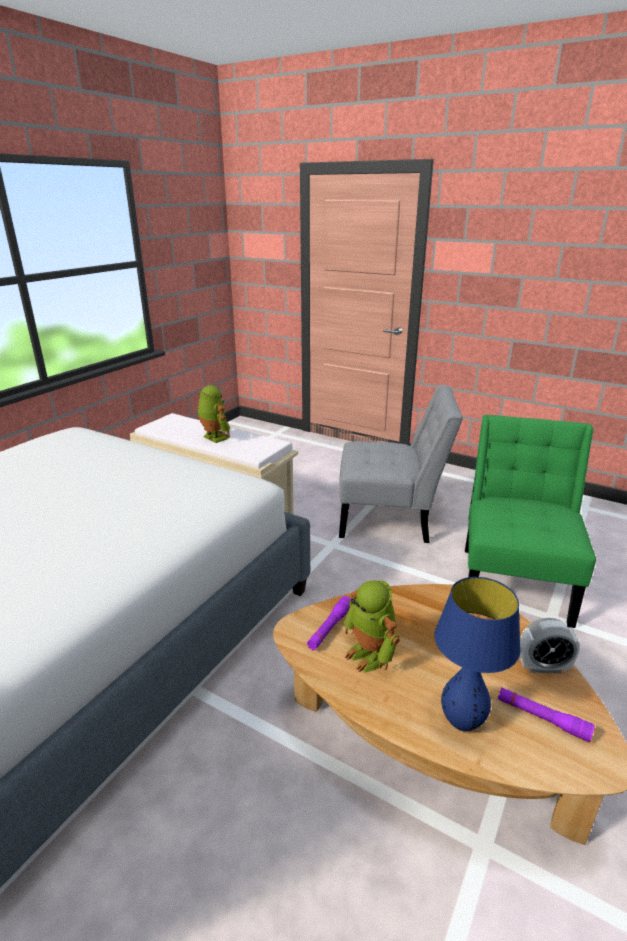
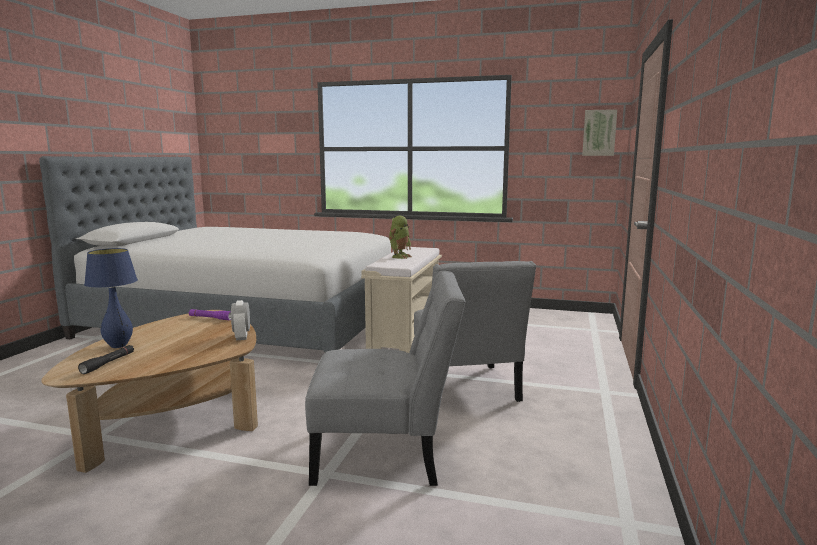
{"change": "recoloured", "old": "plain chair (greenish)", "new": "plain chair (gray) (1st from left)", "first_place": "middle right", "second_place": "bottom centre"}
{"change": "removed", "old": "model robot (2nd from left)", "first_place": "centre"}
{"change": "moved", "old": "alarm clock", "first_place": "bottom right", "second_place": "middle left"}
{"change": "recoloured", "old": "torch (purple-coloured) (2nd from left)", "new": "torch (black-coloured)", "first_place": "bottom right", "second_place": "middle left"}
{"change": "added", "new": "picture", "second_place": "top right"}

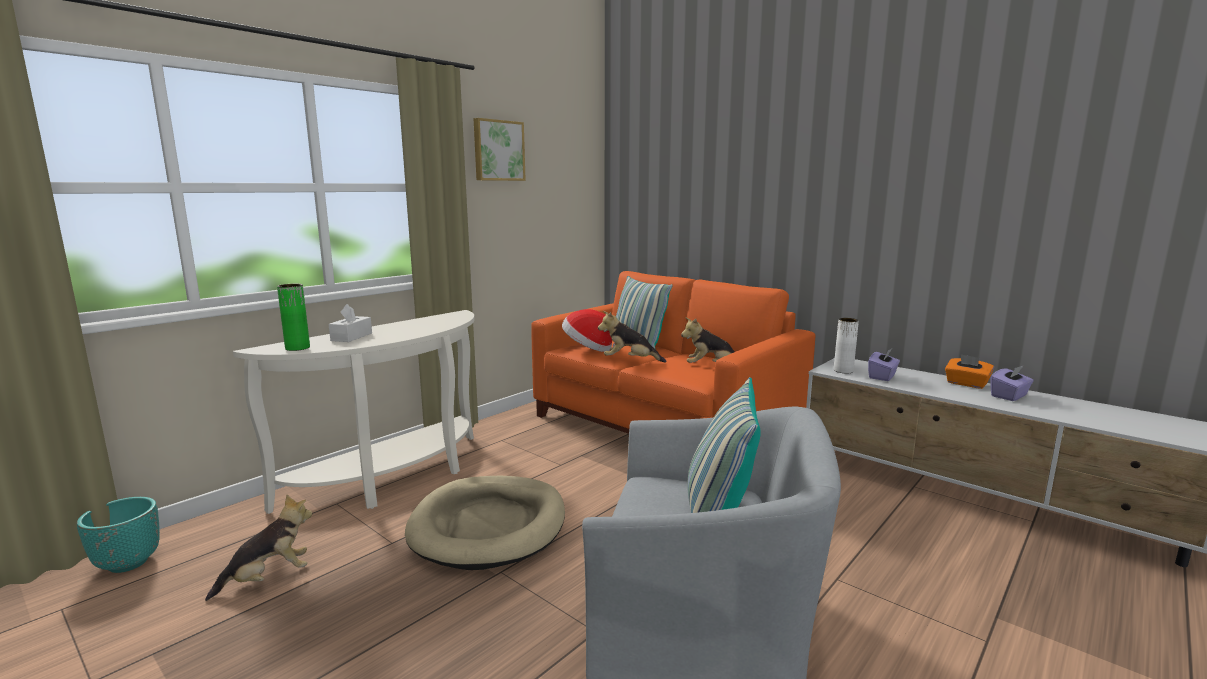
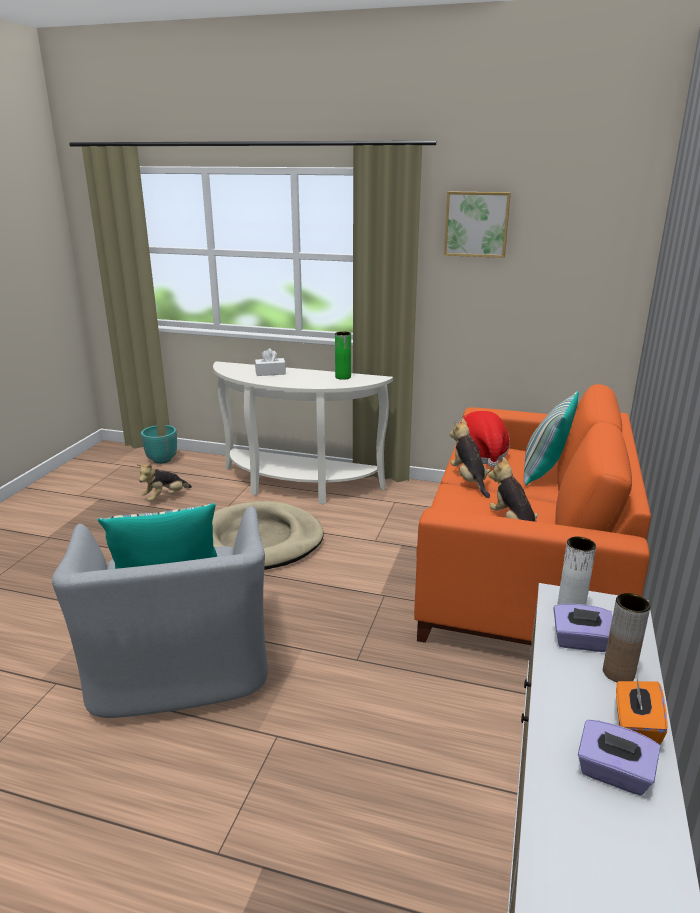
{"change": "moved", "old": "vase (greenish)", "first_place": "middle left", "second_place": "centre"}
{"change": "turned", "old": "soft toy (1st from left)", "first_place": "bottom left", "second_place": "middle left", "degrees": 105}
{"change": "added", "new": "vase (brownish)", "second_place": "bottom right"}

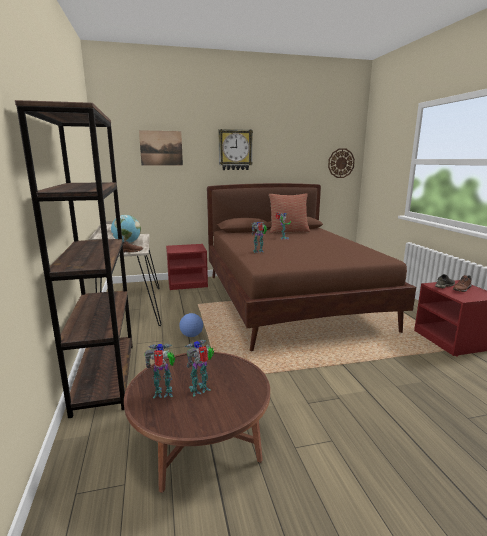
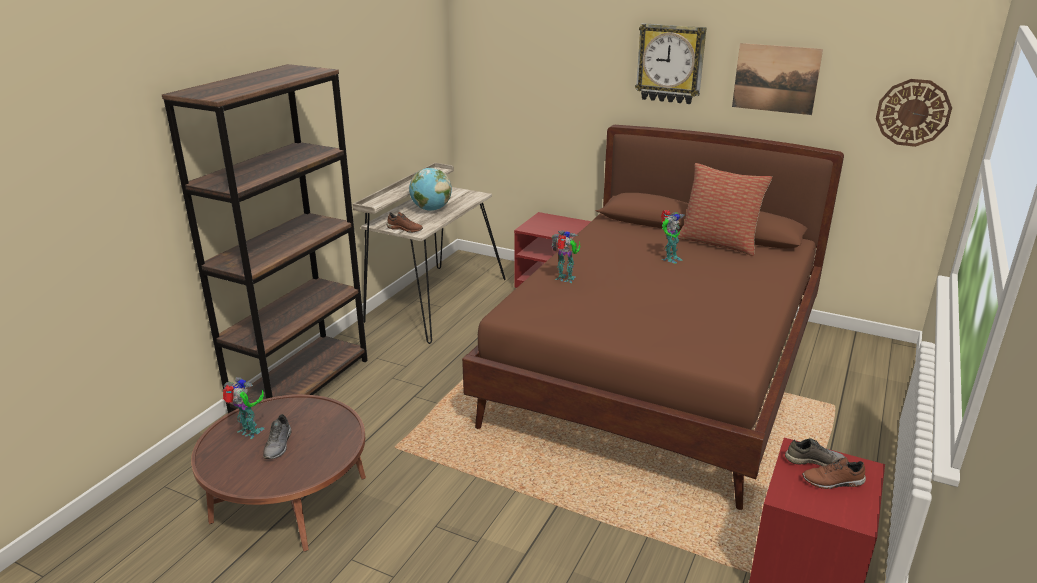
{"change": "moved", "old": "picture", "first_place": "top left", "second_place": "top right"}
{"change": "removed", "old": "ball for football", "first_place": "centre"}
{"change": "replaced", "old": "model robot (2nd from left)", "new": "item of footwear (gray) (1st from left)", "first_place": "bottom centre", "second_place": "bottom left"}

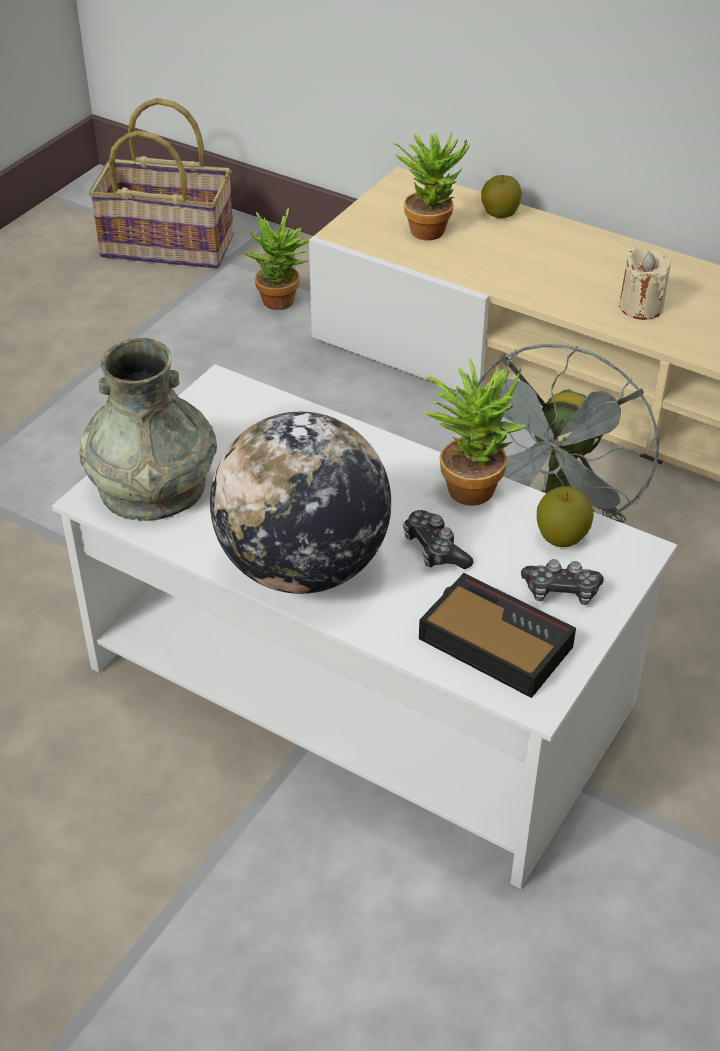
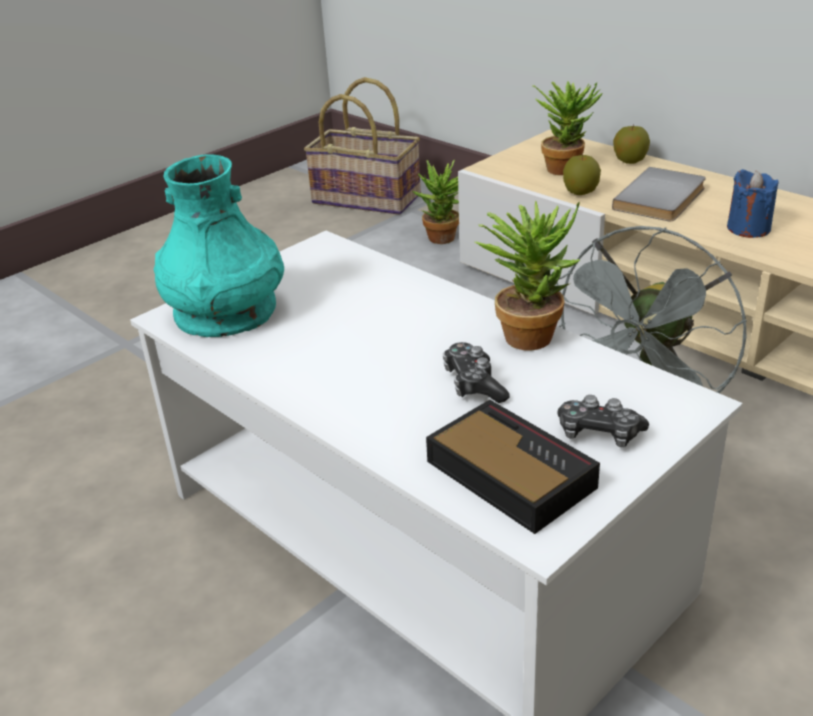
{"change": "recoloured", "old": "candle (beige)", "new": "candle (blue-coloured)", "first_place": "top right", "second_place": "top right"}
{"change": "recoloured", "old": "vase (gray)", "new": "vase (turquoise)", "first_place": "middle left", "second_place": "middle left"}
{"change": "removed", "old": "world globe", "first_place": "centre"}
{"change": "moved", "old": "apple (2nd from left in the first image)", "new": "apple (1st from left)", "first_place": "middle right", "second_place": "top right"}
{"change": "added", "new": "book (gray)", "second_place": "top right"}

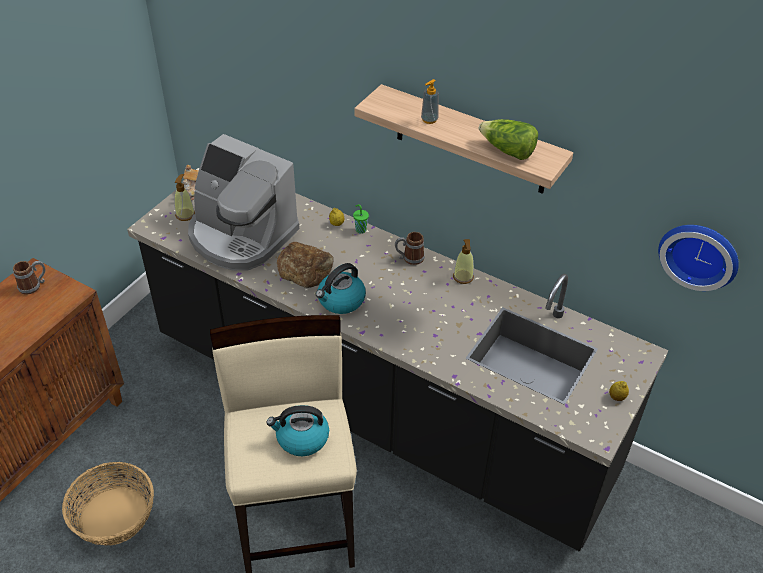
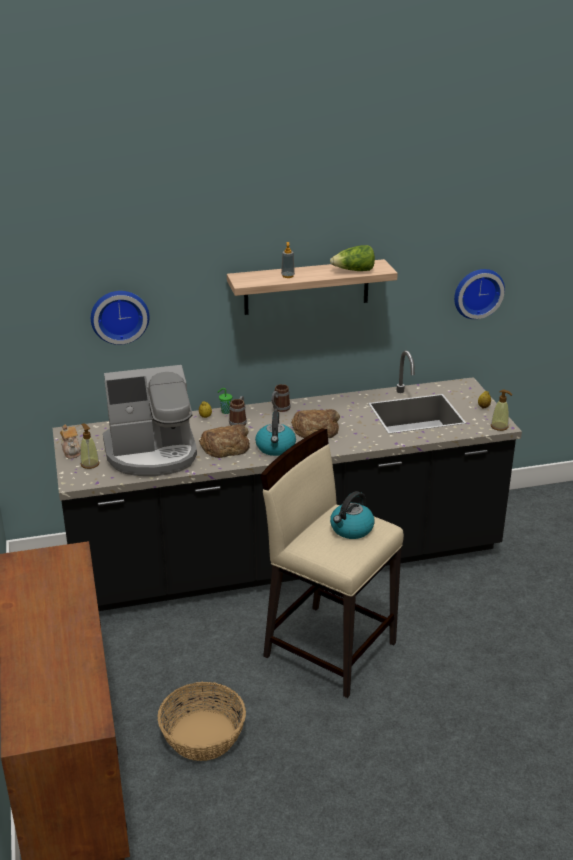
{"change": "moved", "old": "soap bottle (3rd from left)", "first_place": "centre", "second_place": "middle right"}
{"change": "moved", "old": "coffee mug (1st from left)", "first_place": "middle left", "second_place": "centre"}
{"change": "added", "new": "hanging clock (1st from left)", "second_place": "middle left"}
{"change": "added", "new": "baked bread (2nd from left)", "second_place": "centre"}

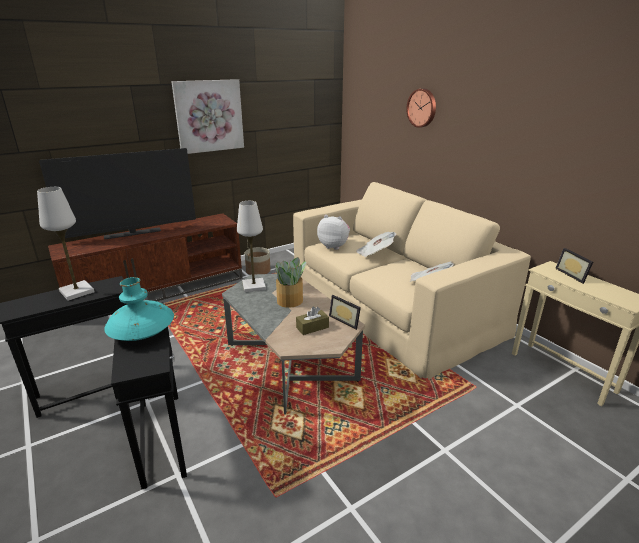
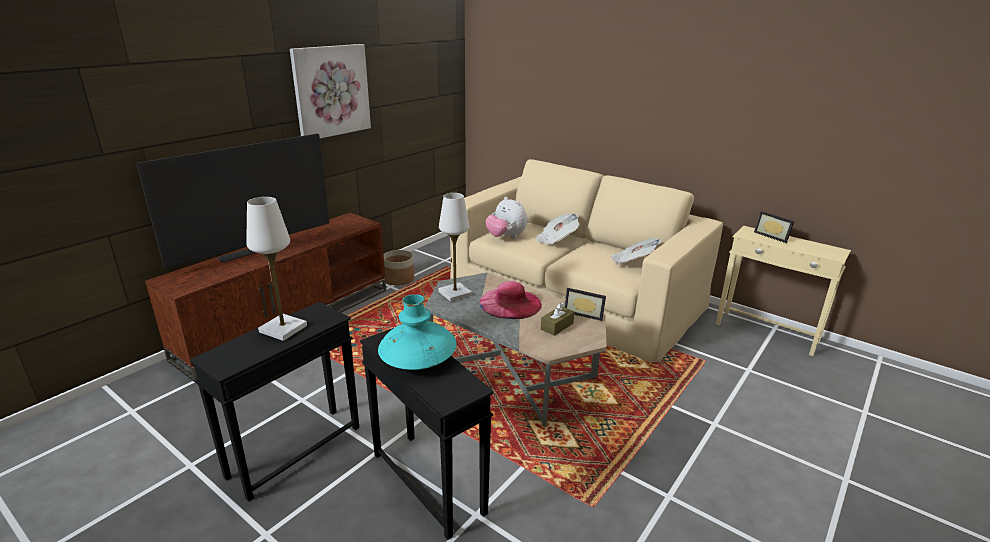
{"change": "removed", "old": "hanging clock", "first_place": "top centre"}
{"change": "turned", "old": "soft toy", "first_place": "centre", "second_place": "centre", "degrees": -135}
{"change": "replaced", "old": "potted plant", "new": "clothing hat (pink)", "first_place": "centre", "second_place": "centre"}

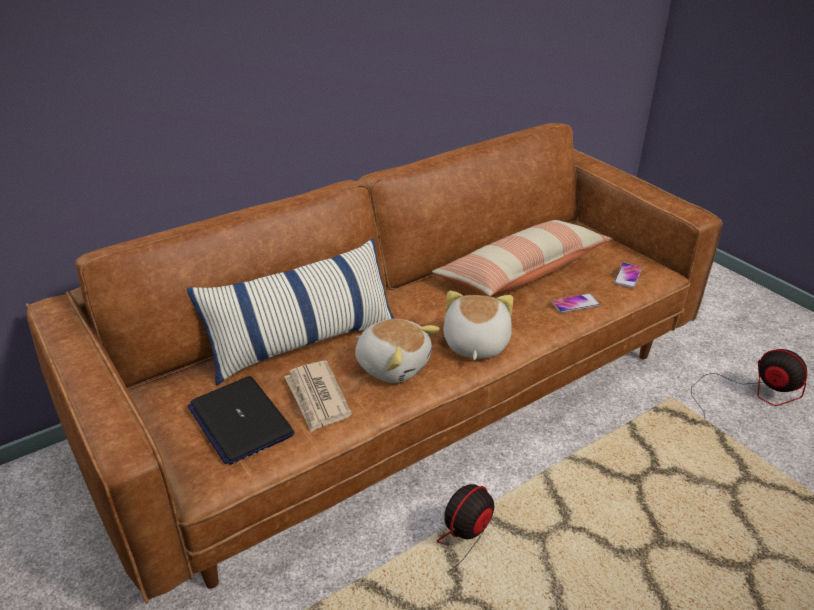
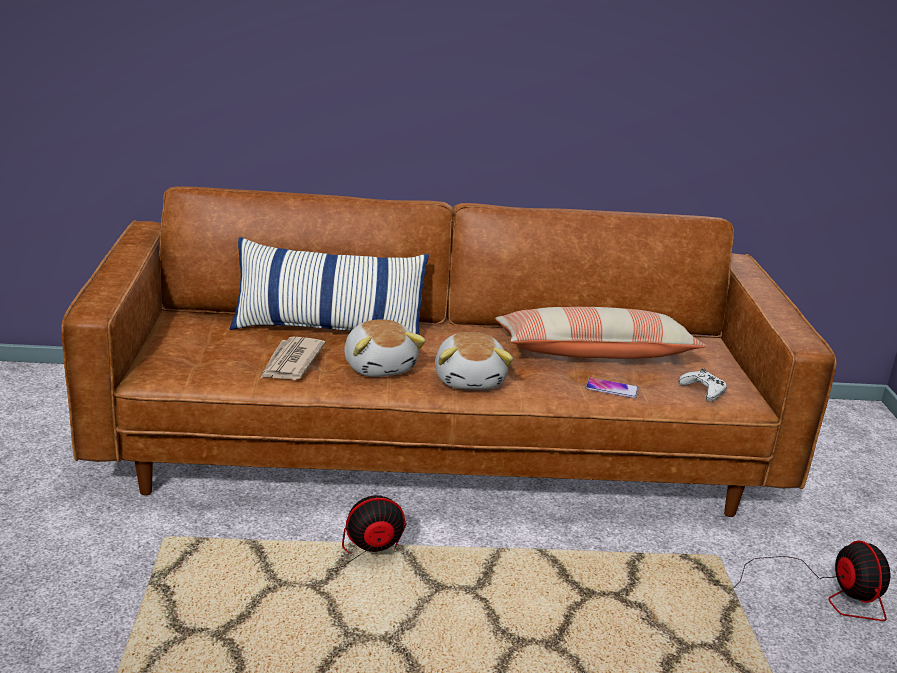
{"change": "replaced", "old": "phone (2nd from left)", "new": "game controller (whitish)", "first_place": "middle right", "second_place": "middle right"}
{"change": "turned", "old": "soft toy (2nd from left)", "first_place": "centre", "second_place": "centre", "degrees": 135}
{"change": "removed", "old": "laptop", "first_place": "bottom left"}

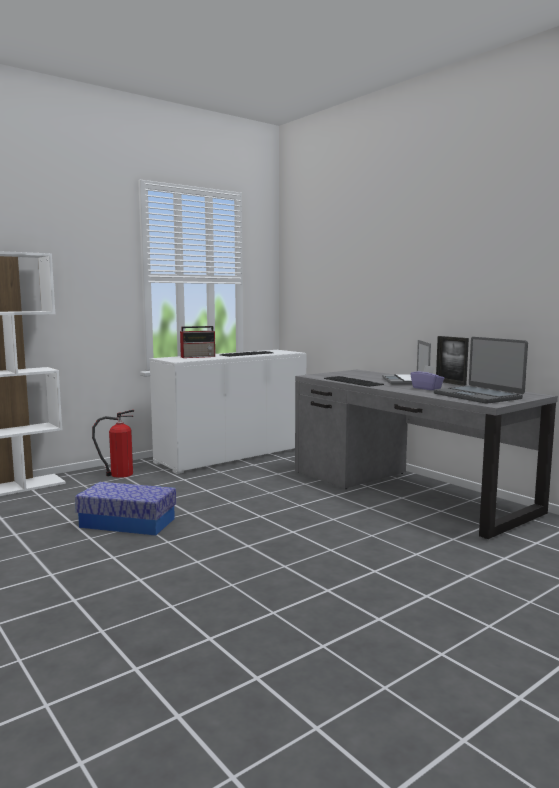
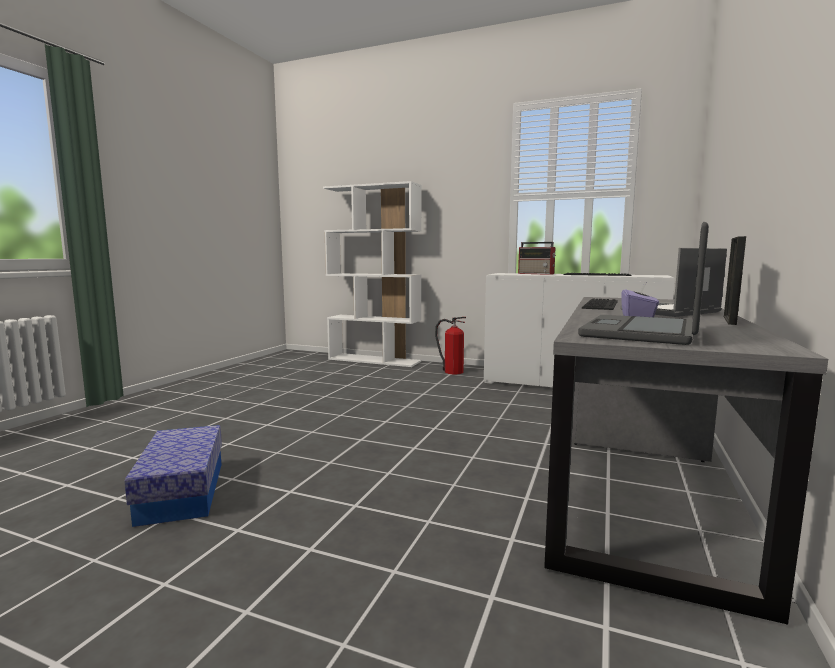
{"change": "moved", "old": "storage bin", "first_place": "middle left", "second_place": "bottom left"}

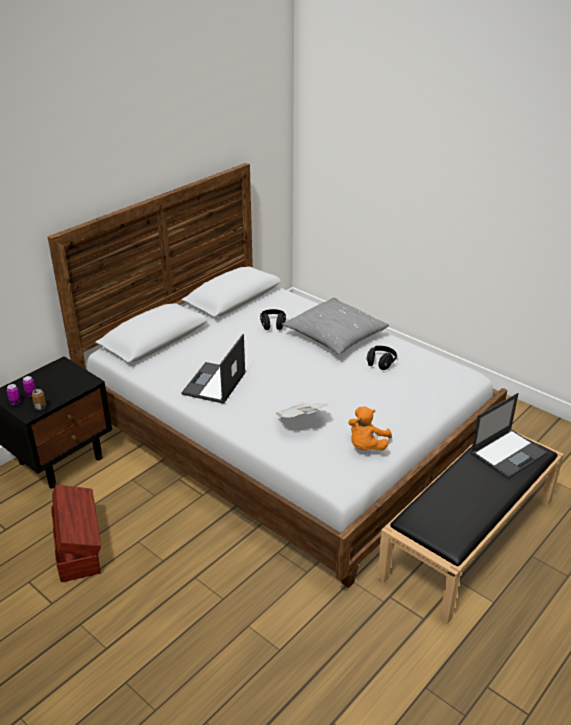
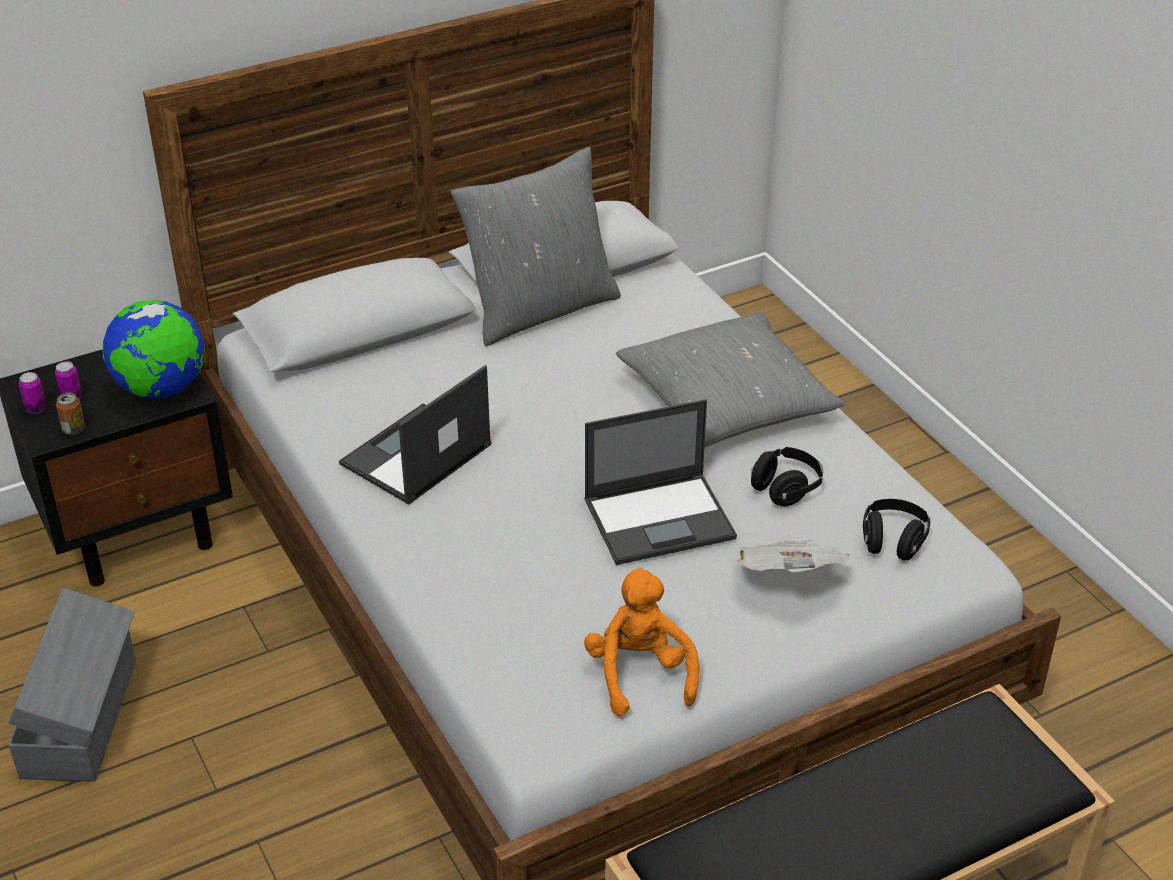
{"change": "moved", "old": "headphones (black-coloured) (1st from left in the first image)", "new": "headphones (black-coloured) (2nd from left)", "first_place": "centre", "second_place": "middle right"}
{"change": "moved", "old": "laptop (2nd from left)", "first_place": "middle right", "second_place": "centre"}
{"change": "moved", "old": "printed paper", "first_place": "centre", "second_place": "middle right"}
{"change": "turned", "old": "soft toy (orangey)", "first_place": "centre", "second_place": "bottom centre", "degrees": 120}
{"change": "recoloured", "old": "storage bin (brownish)", "new": "storage bin (gray)", "first_place": "bottom left", "second_place": "bottom left"}
{"change": "added", "new": "cushion (gray) (1st from left)", "second_place": "top centre"}
{"change": "added", "new": "world globe", "second_place": "middle left"}

